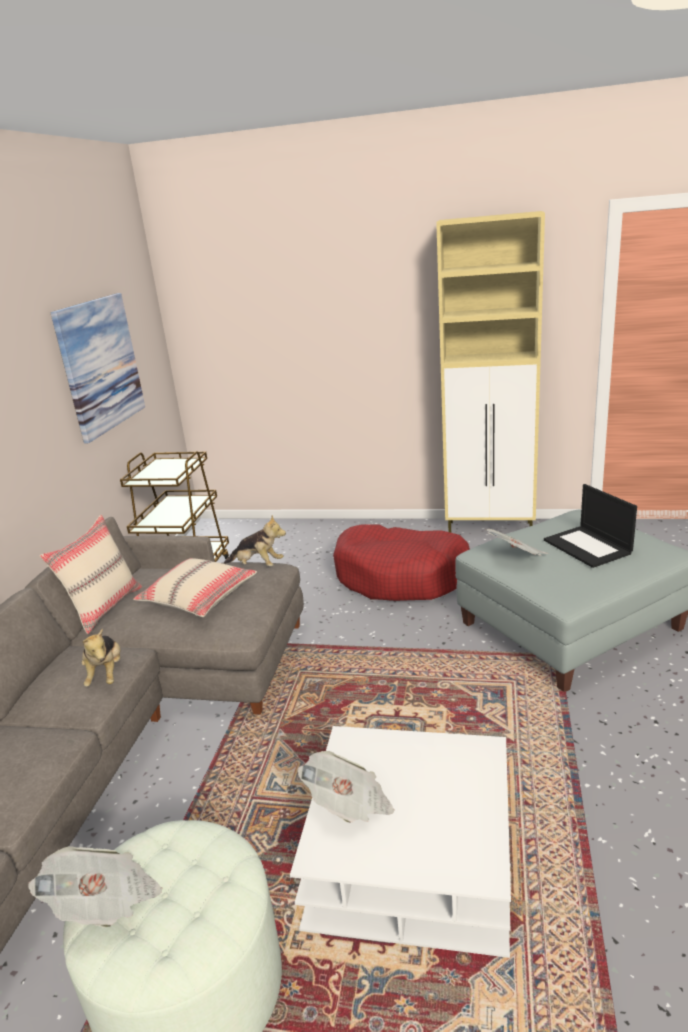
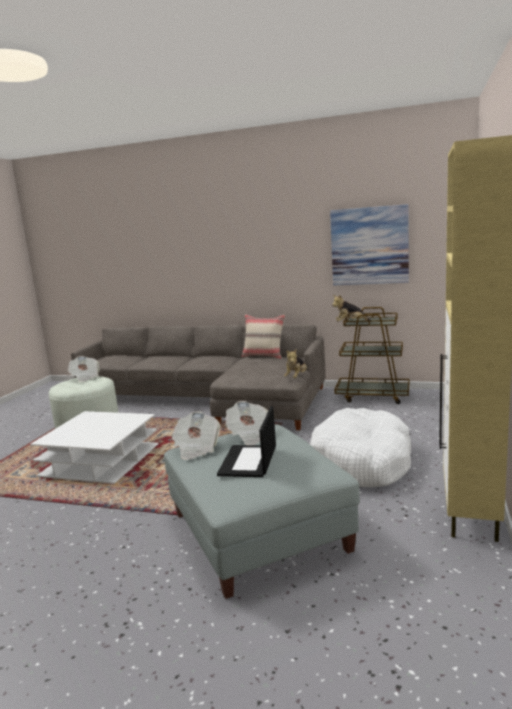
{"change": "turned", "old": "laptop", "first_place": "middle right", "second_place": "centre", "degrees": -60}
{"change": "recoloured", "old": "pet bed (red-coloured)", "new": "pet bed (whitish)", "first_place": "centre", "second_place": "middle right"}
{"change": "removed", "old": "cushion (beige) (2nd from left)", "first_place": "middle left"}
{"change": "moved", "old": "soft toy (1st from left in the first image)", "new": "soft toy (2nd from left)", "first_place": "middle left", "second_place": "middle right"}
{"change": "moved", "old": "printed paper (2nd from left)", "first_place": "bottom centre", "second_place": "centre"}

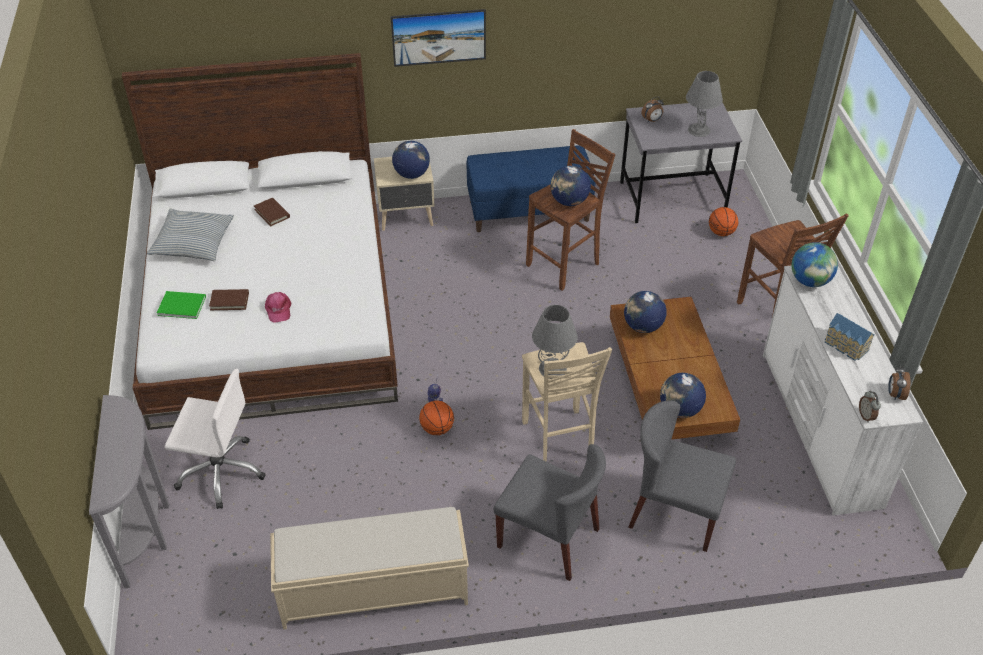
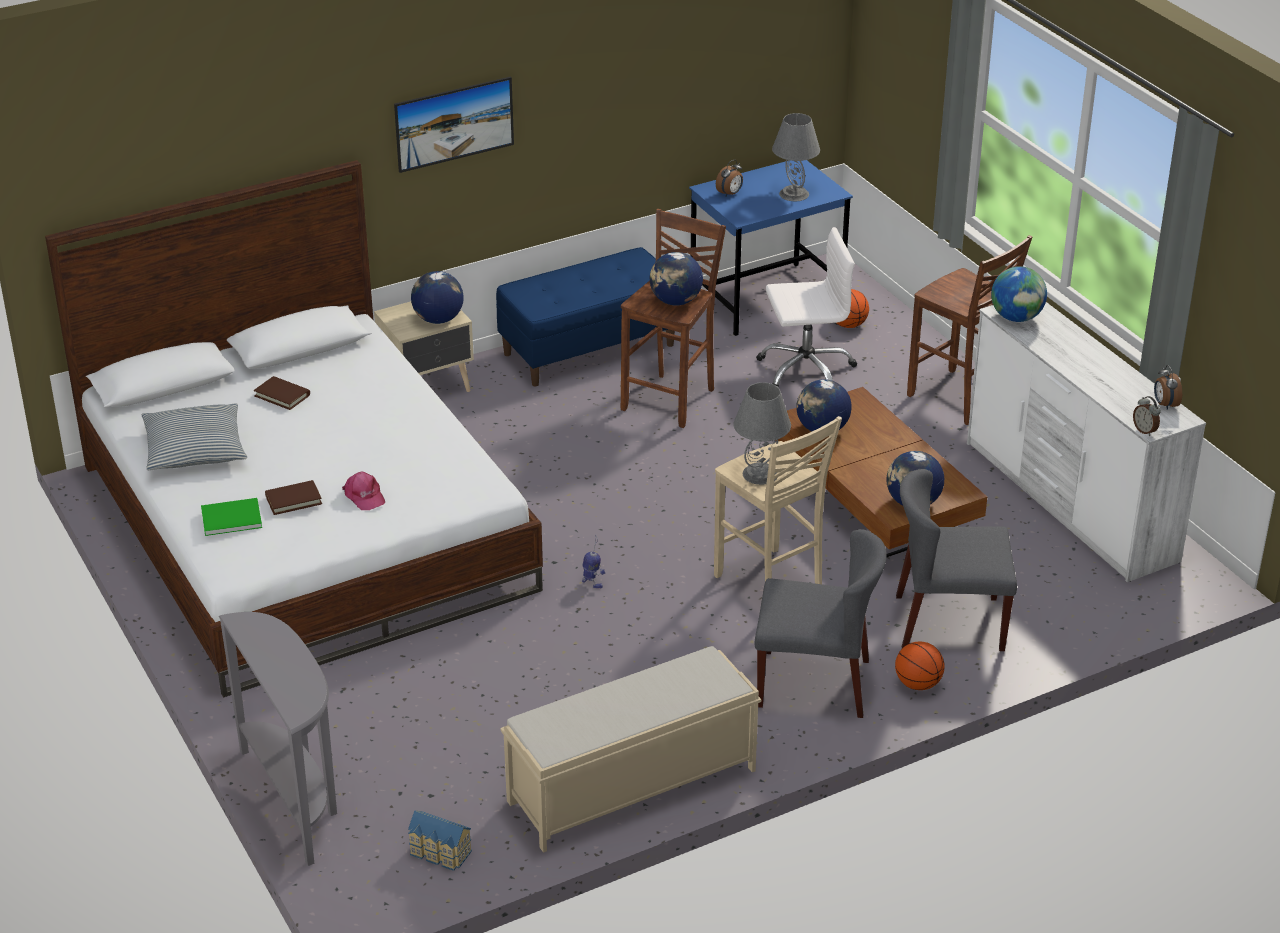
{"change": "recoloured", "old": "desk (gray)", "new": "desk (blue-coloured)", "first_place": "top right", "second_place": "top centre"}
{"change": "moved", "old": "toy house", "first_place": "middle right", "second_place": "bottom centre"}
{"change": "moved", "old": "computer chair (whitish)", "first_place": "bottom left", "second_place": "top centre"}
{"change": "moved", "old": "ball for basketball (1st from left in the first image)", "new": "ball for basketball (2nd from left)", "first_place": "centre", "second_place": "bottom right"}

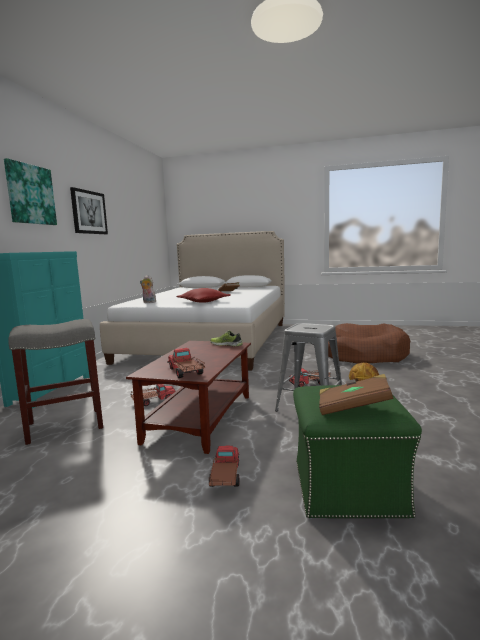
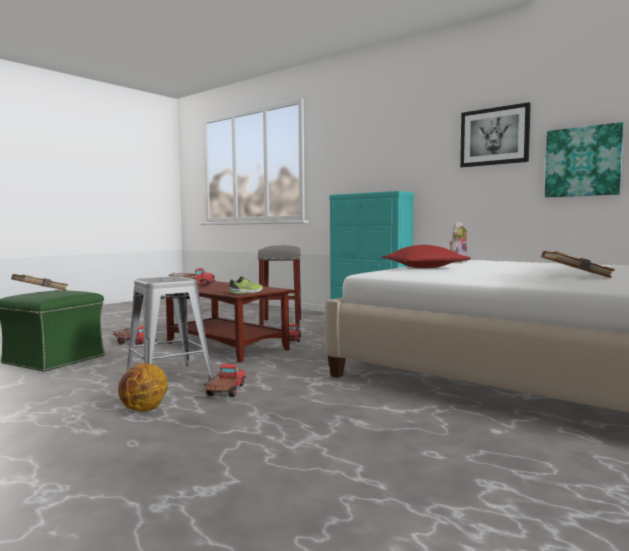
{"change": "moved", "old": "picture (1st from left in the first image)", "new": "picture (2nd from left)", "first_place": "top left", "second_place": "top right"}
{"change": "removed", "old": "pet bed (brownish)", "first_place": "middle right"}

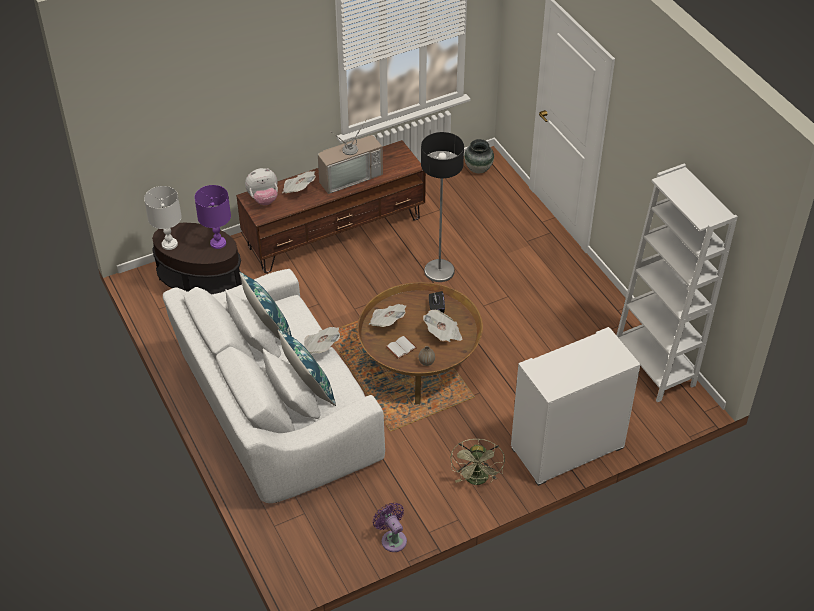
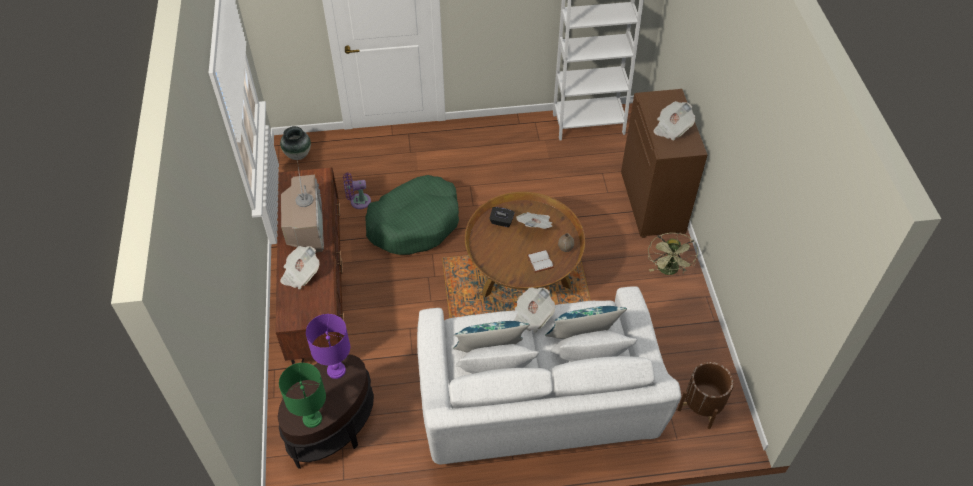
{"change": "replaced", "old": "floor lamp", "new": "pet bed (greenish)", "first_place": "centre", "second_place": "centre"}
{"change": "removed", "old": "soft toy", "first_place": "top left"}
{"change": "recoloured", "old": "table lamp (whitish)", "new": "table lamp (greenish)", "first_place": "middle left", "second_place": "bottom left"}
{"change": "moved", "old": "printed paper (3rd from left in the first image)", "new": "printed paper (4th from left)", "first_place": "centre", "second_place": "top right"}
{"change": "recoloured", "old": "cabinet (whitish)", "new": "cabinet (brownish)", "first_place": "middle right", "second_place": "middle right"}
{"change": "turned", "old": "fan (greenish)", "first_place": "bottom centre", "second_place": "middle right", "degrees": 75}
{"change": "moved", "old": "fan (purple-coloured)", "first_place": "bottom centre", "second_place": "centre"}
{"change": "added", "new": "planter (brownish)", "second_place": "bottom right"}

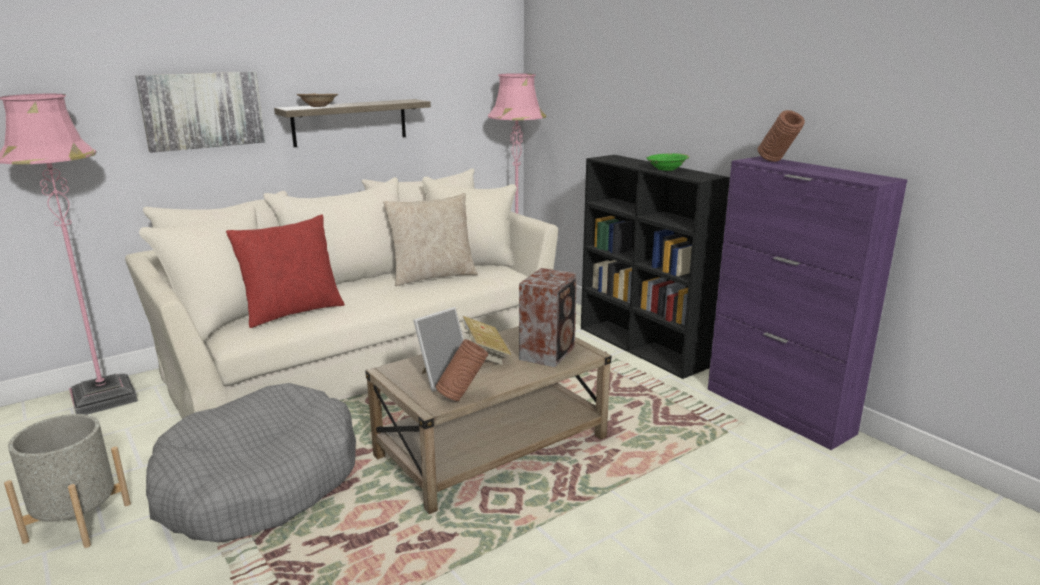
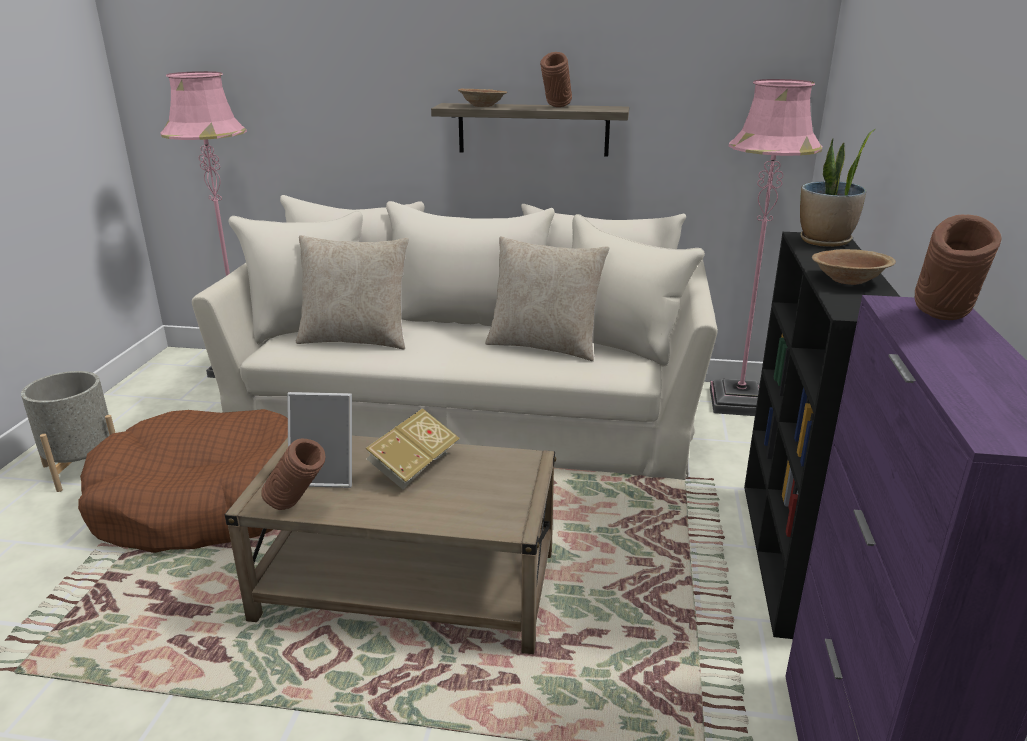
{"change": "removed", "old": "picture", "first_place": "top left"}
{"change": "recoloured", "old": "serving bowl (greenish)", "new": "serving bowl (brownish) (2nd from left)", "first_place": "top centre", "second_place": "middle right"}
{"change": "recoloured", "old": "cushion (red-coloured)", "new": "cushion (beige) (1st from left)", "first_place": "middle left", "second_place": "centre"}
{"change": "removed", "old": "audio speaker", "first_place": "centre"}
{"change": "recoloured", "old": "pet bed (gray)", "new": "pet bed (brownish)", "first_place": "bottom left", "second_place": "middle left"}
{"change": "added", "new": "vase (brownish) (2nd from left)", "second_place": "top centre"}
{"change": "added", "new": "potted plant", "second_place": "top right"}

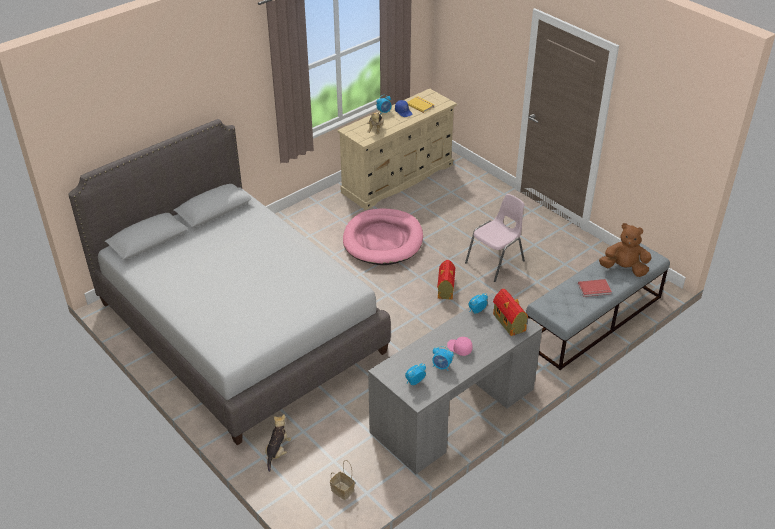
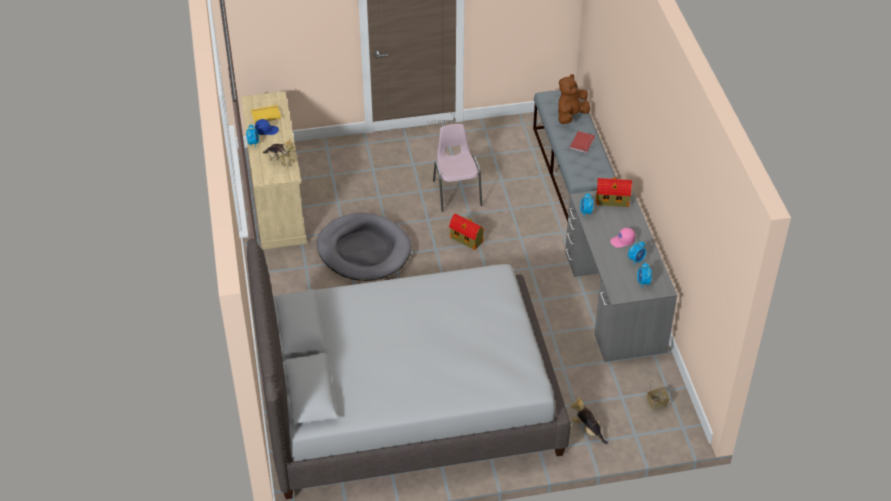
{"change": "recoloured", "old": "pet bed (pink)", "new": "pet bed (gray)", "first_place": "centre", "second_place": "centre"}

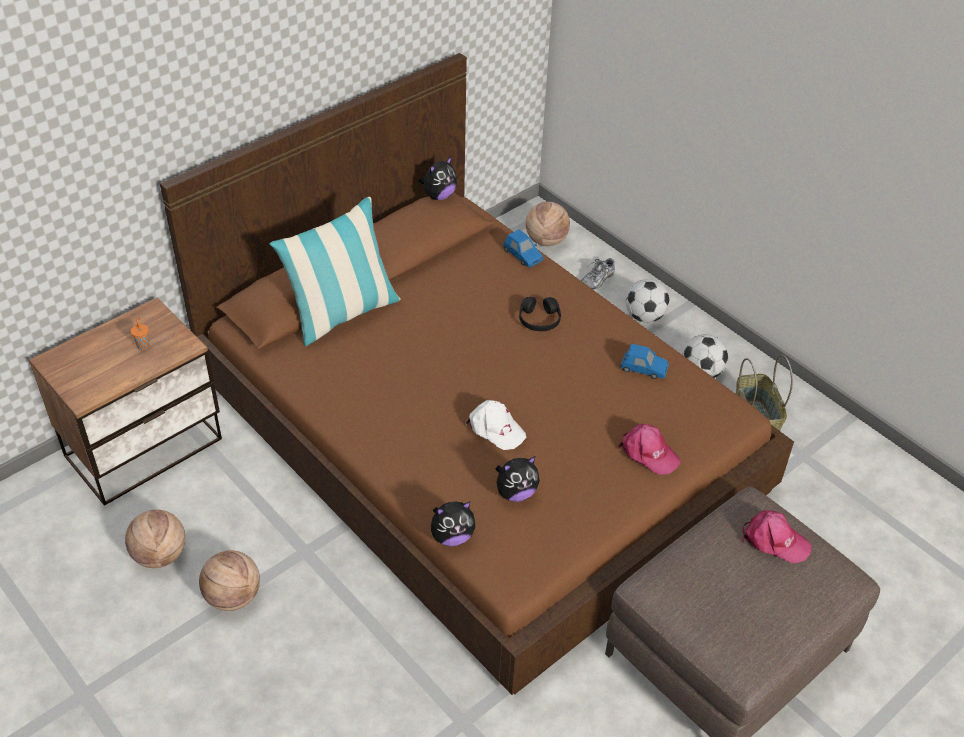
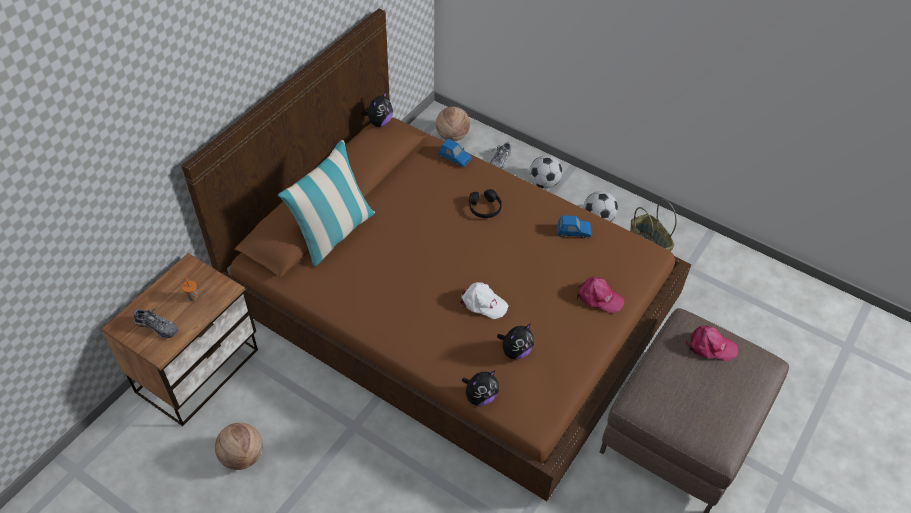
{"change": "removed", "old": "ball for basketball (2nd from left)", "first_place": "bottom left"}
{"change": "added", "new": "item of footwear (1st from left)", "second_place": "middle left"}

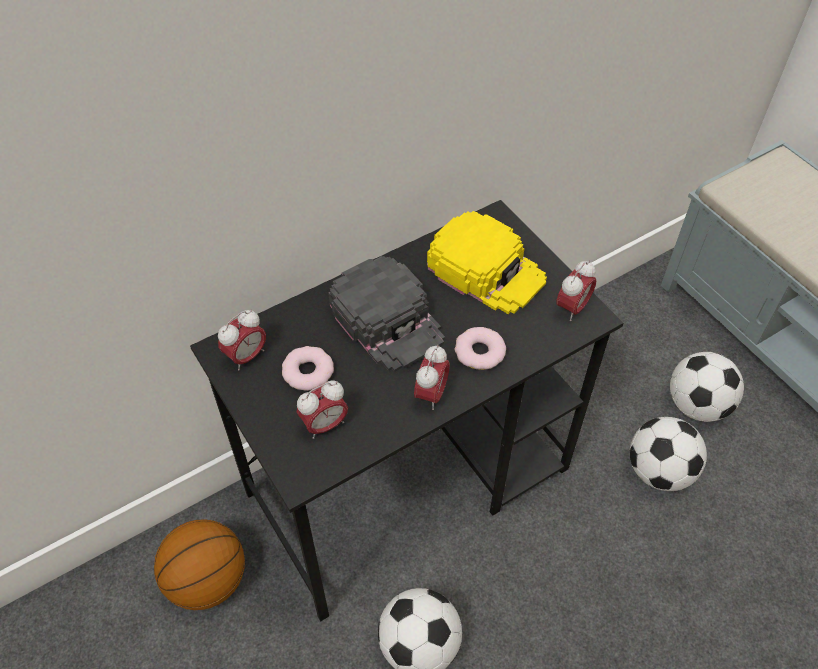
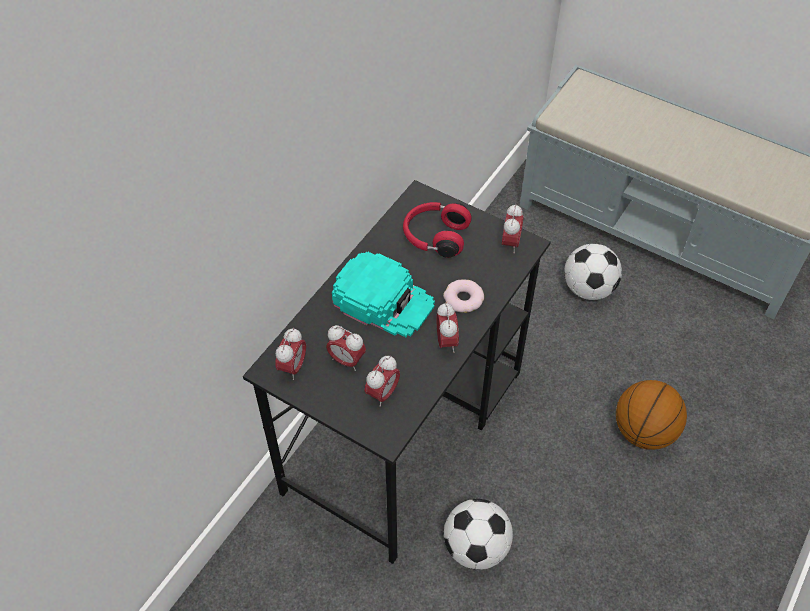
{"change": "replaced", "old": "peaked cap (yellow-coloured)", "new": "headphones (red-coloured)", "first_place": "centre", "second_place": "centre"}
{"change": "recoloured", "old": "peaked cap (black-coloured)", "new": "peaked cap (turquoise)", "first_place": "centre", "second_place": "centre"}
{"change": "replaced", "old": "doughnut (1st from left)", "new": "alarm clock (2nd from left)", "first_place": "centre", "second_place": "centre"}
{"change": "removed", "old": "ball for football (2nd from left)", "first_place": "bottom right"}
{"change": "moved", "old": "ball for basketball", "first_place": "bottom left", "second_place": "bottom right"}

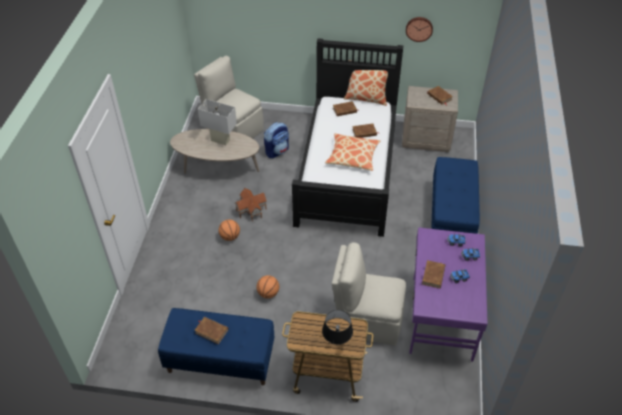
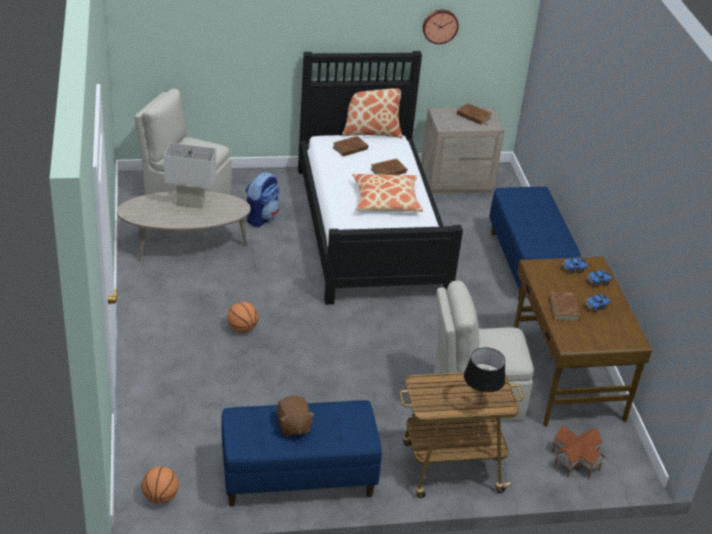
{"change": "moved", "old": "toy house", "first_place": "centre", "second_place": "bottom right"}
{"change": "recoloured", "old": "desk (purple-coloured)", "new": "desk (brownish)", "first_place": "bottom right", "second_place": "middle right"}
{"change": "moved", "old": "ball for basketball (2nd from left in the first image)", "new": "ball for basketball (1st from left)", "first_place": "bottom centre", "second_place": "bottom left"}
{"change": "replaced", "old": "book (brownish) (1st from left)", "new": "soft toy (brownish)", "first_place": "bottom centre", "second_place": "bottom centre"}

